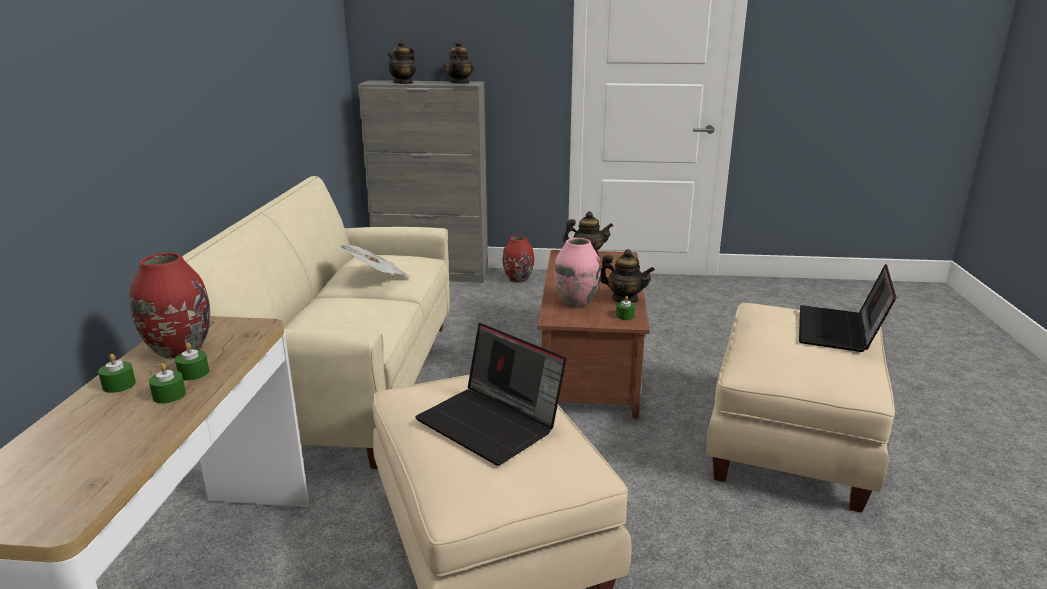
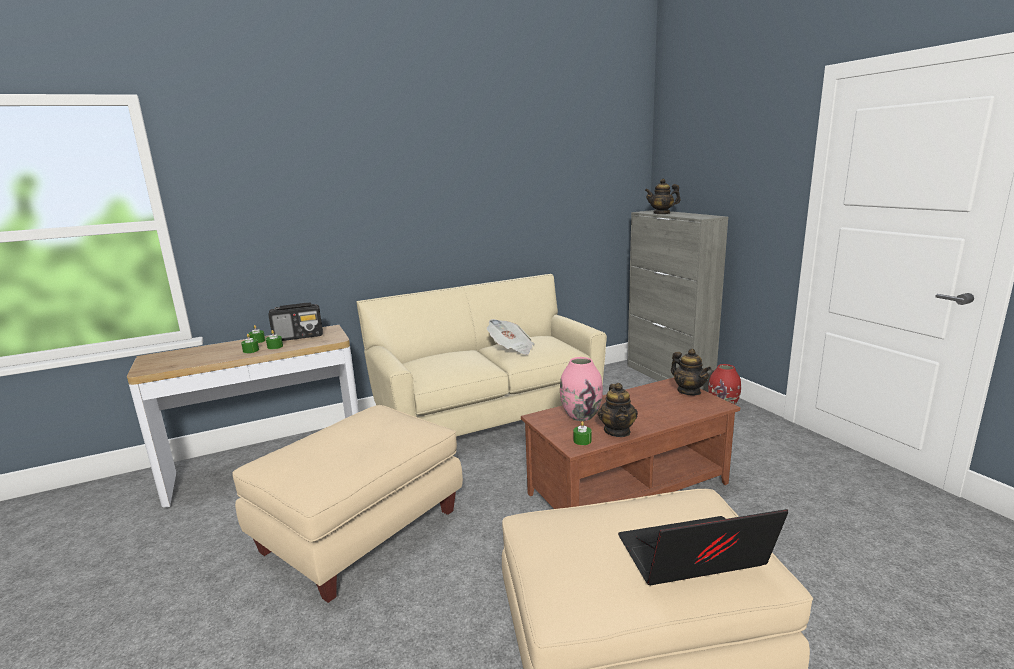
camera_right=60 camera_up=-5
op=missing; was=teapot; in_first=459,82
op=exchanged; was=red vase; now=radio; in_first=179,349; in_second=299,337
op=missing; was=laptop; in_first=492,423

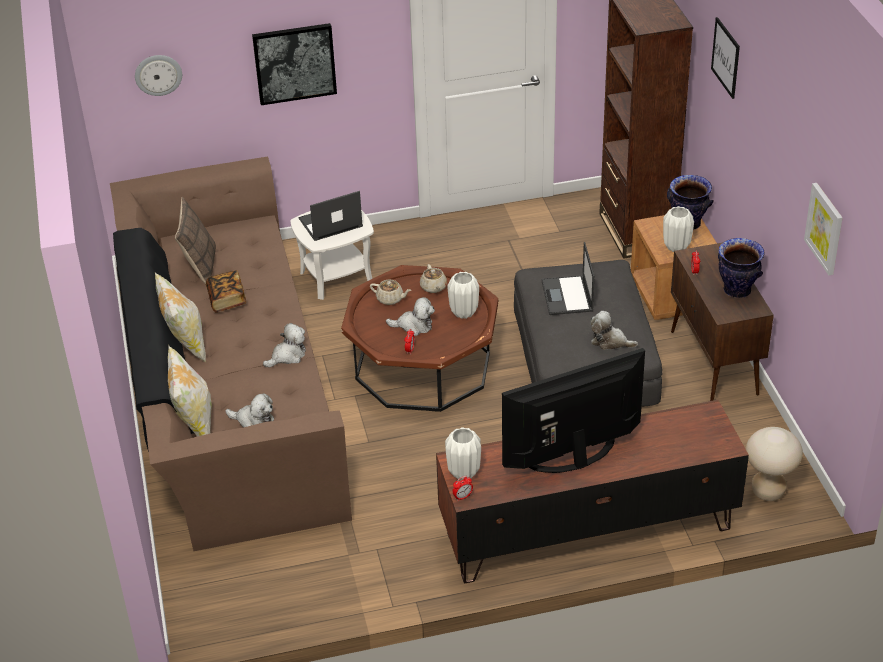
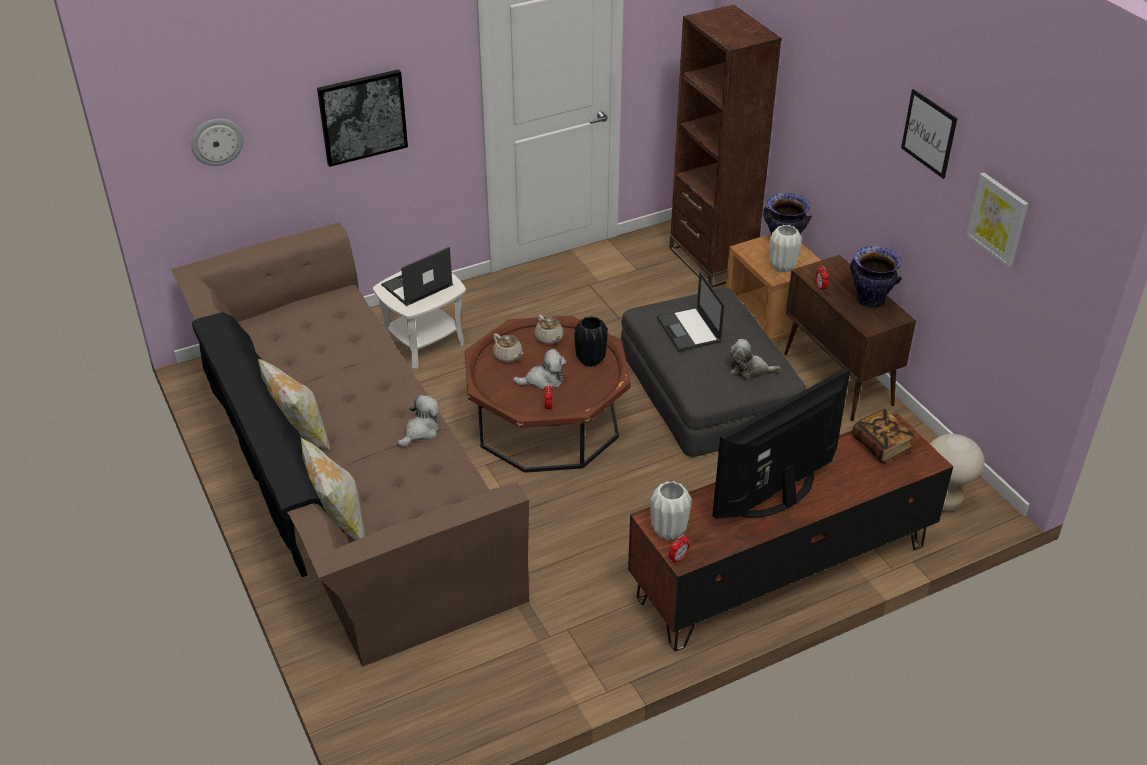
camera_right=-15 camera_up=0
op=relocated; was=picture; in_first=725,57; in_second=929,133
op=missing; was=pillow; in_first=200,267
op=relocated; was=book; in_first=227,299; in_second=881,445
op=colour; was=white vase; now=black vase; in_first=463,312; in_second=590,360
op=spun; was=beige teapot; in_first=390,299; in_second=508,356; clockwise=45
op=missing; was=plush toy; in_first=253,421

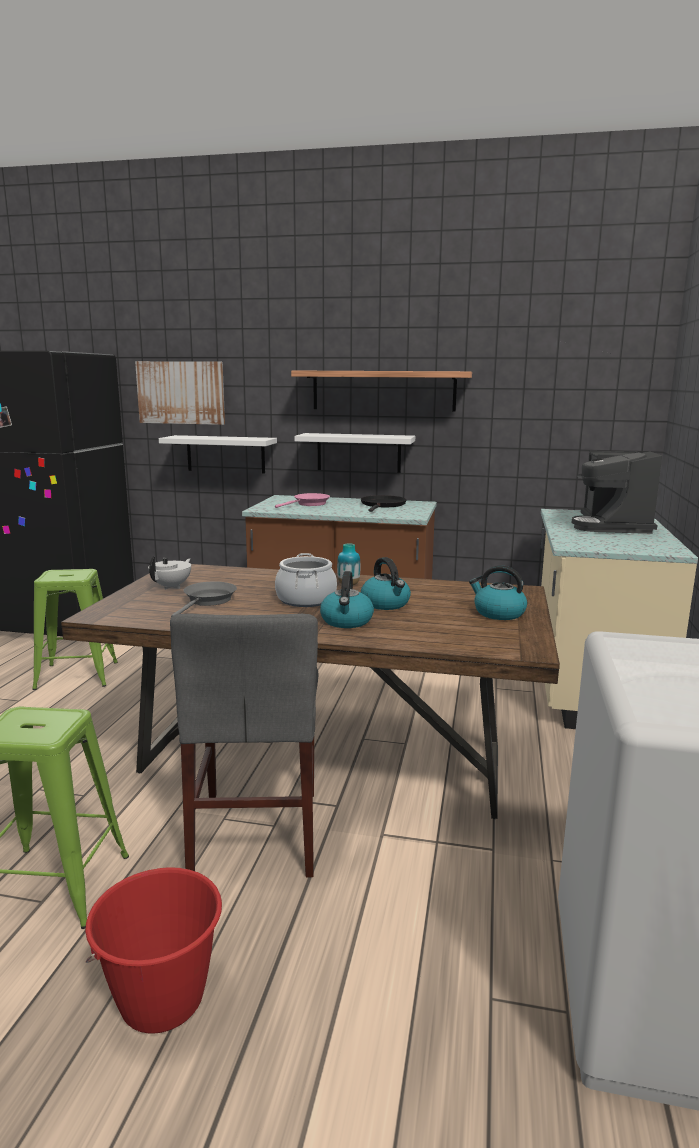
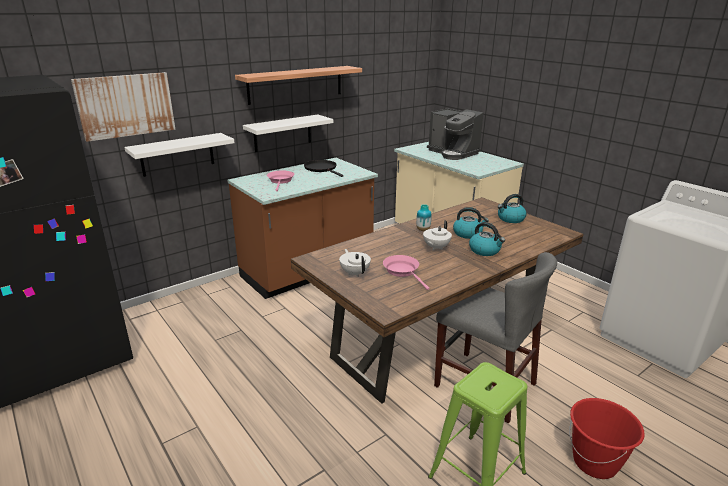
camera_right=-50 camera_up=10
op=exchanged; was=cooking pot; now=white teapot; in_first=305,600; in_second=435,247
op=missing; was=green stool; in_first=76,675
op=colour; was=grey frying pan; now=pink frying pan; in_first=208,601; in_second=403,271

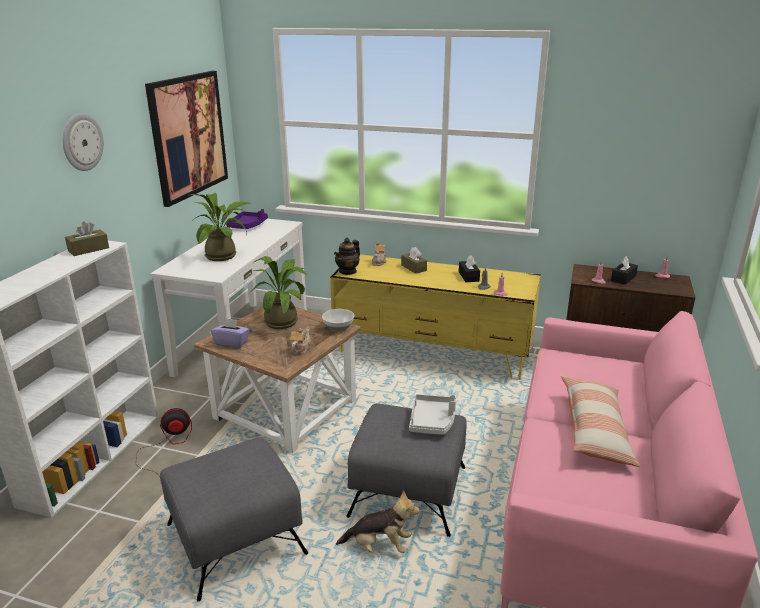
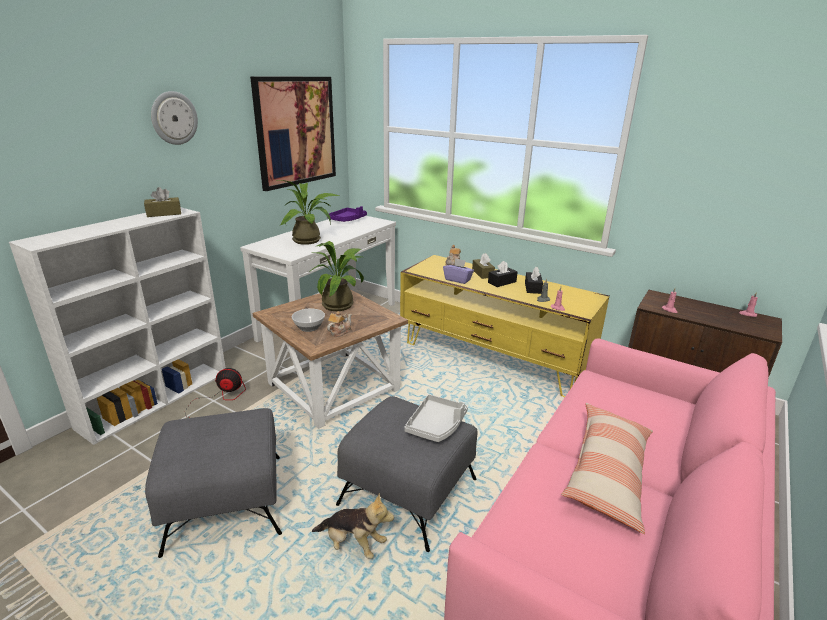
camera_right=15 camera_up=0
op=missing; was=teapot; in_first=348,271
op=relocated; was=black tissue box; in_first=623,278; in_second=502,282
op=relocated; was=bowl; in_first=338,327; in_second=308,327
op=relocated; was=purple tissue box; in_first=232,343; in_second=458,280

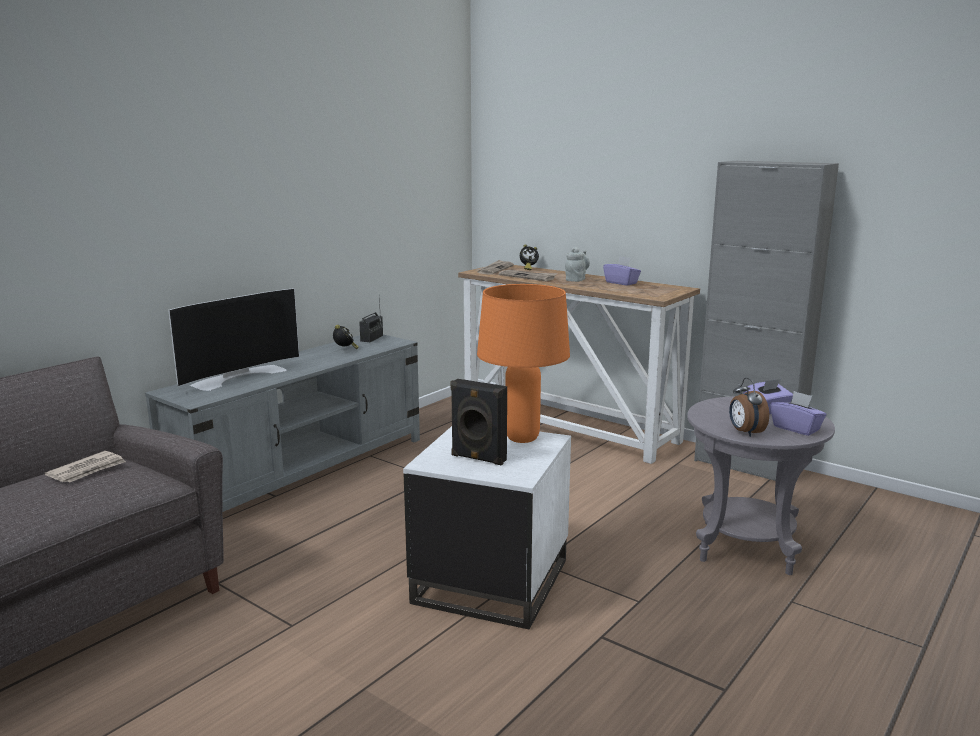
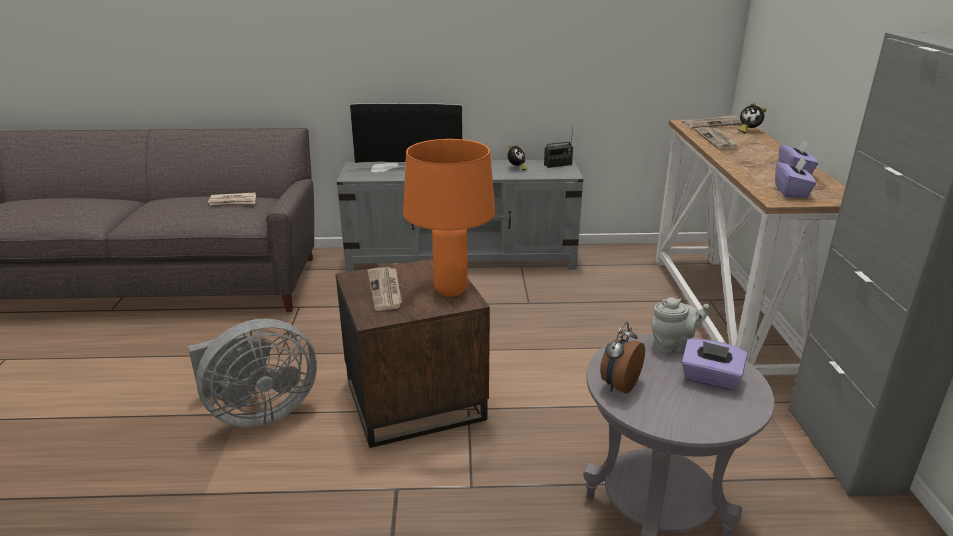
camera_right=50 camera_up=10
op=relocated; was=grey teapot; in_first=576,280; in_second=673,346
op=exchanged; was=black speaker; now=newspaper; in_first=478,458; in_second=386,290
op=relocated; was=purple tissue box; in_first=796,428; in_second=791,192
op=colour; was=white side table; now=brown side table; in_first=489,581; in_second=414,399
op=appeared; now=grey fan; in_second=258,412

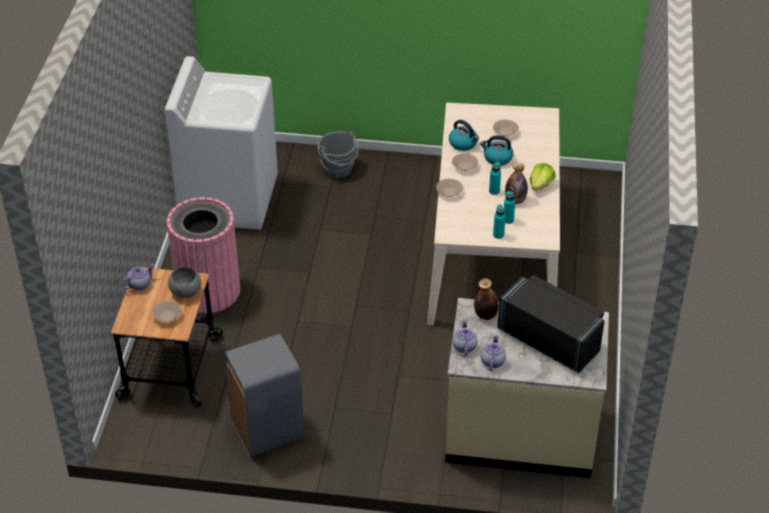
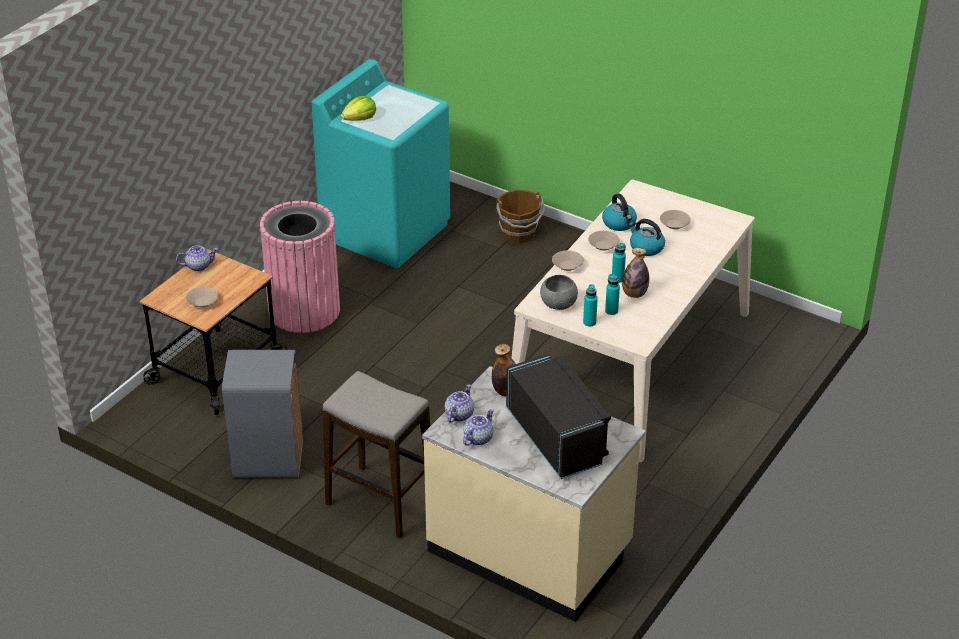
camera_right=25 camera_up=-5
op=colour; was=white washing machine; now=turquoise washing machine; in_first=229,199; in_second=386,230
op=colour; was=grey bucket; now=brown bucket; in_first=338,169; in_second=519,233
op=relocated; was=lettuce; in_first=541,185; in_second=360,119
op=relocated; was=grey bowl; in_first=186,291; in_second=558,304
op=appeared; now=stool; in_second=380,502

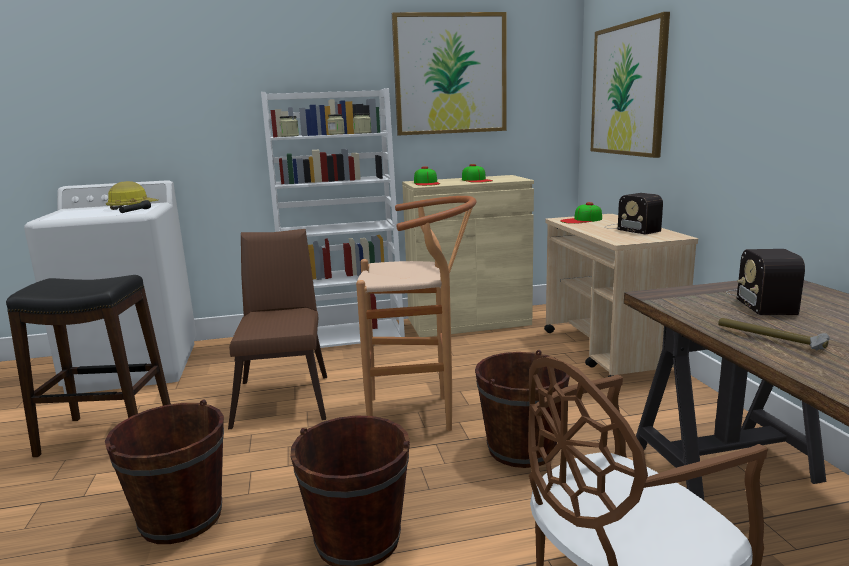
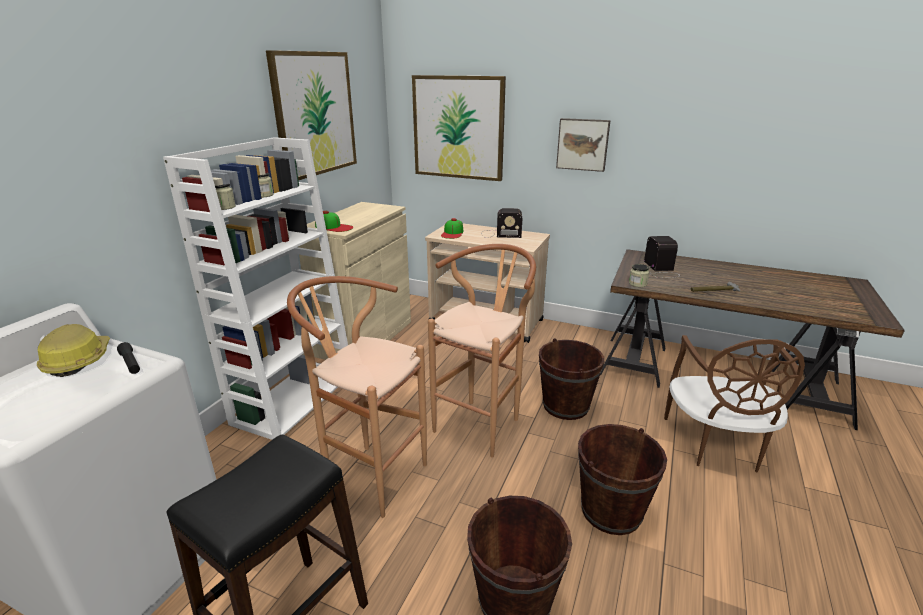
camera_right=-55 camera_up=10
op=relocated; was=jar; in_first=362,133; in_second=637,284
op=missing; was=cap; in_first=476,180
op=exchanged; was=brown chair; now=brown stool; in_first=284,396; in_second=368,474
op=spun; was=radio; in_first=762,300; in_second=660,269; clockwise=-135
op=appeared; now=picture; in_second=583,144

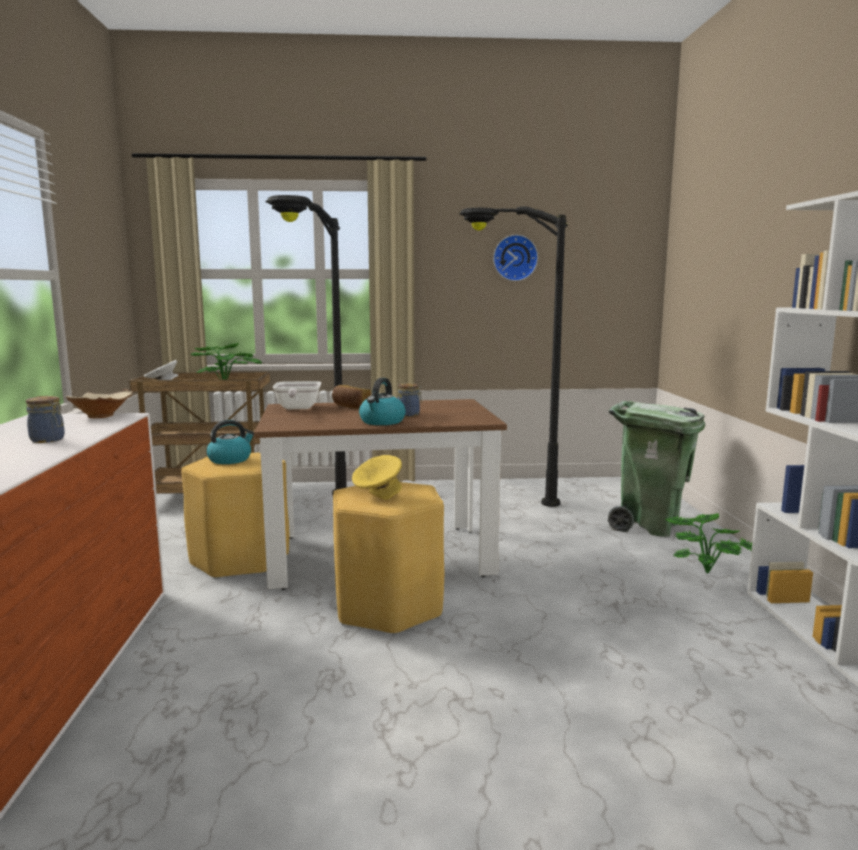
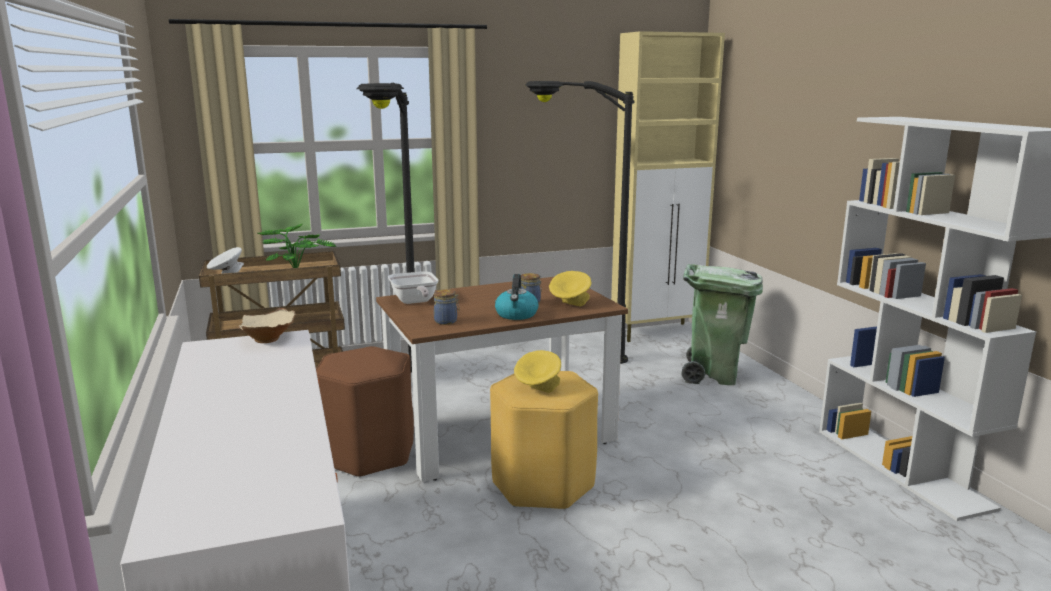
camera_right=-15 camera_up=5
op=missing; was=wall clock; in_first=515,258
op=missing; was=bread; in_first=351,406
op=relocated; was=jar; in_first=48,440; in_second=447,321
op=missing; was=kettle; in_first=230,459
op=colour; was=yellow stool; now=brown stool; in_first=240,559; in_second=368,453
op=missing; was=potted plant; in_first=708,571
op=appeared; now=beige cabinet; in_second=657,332
op=appeared; now=yellow bowl; in_second=570,304

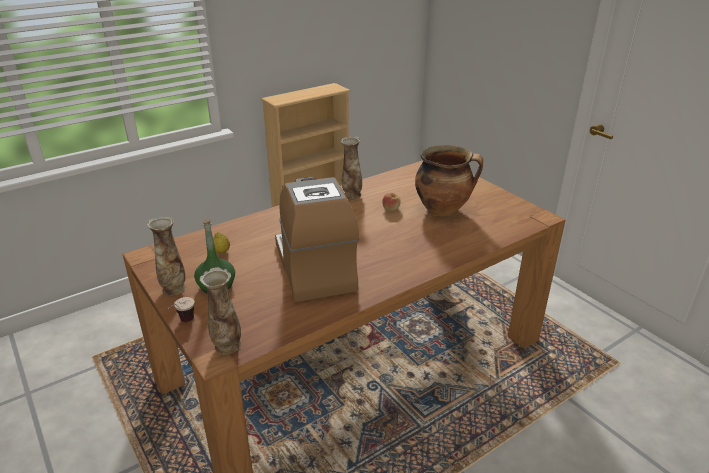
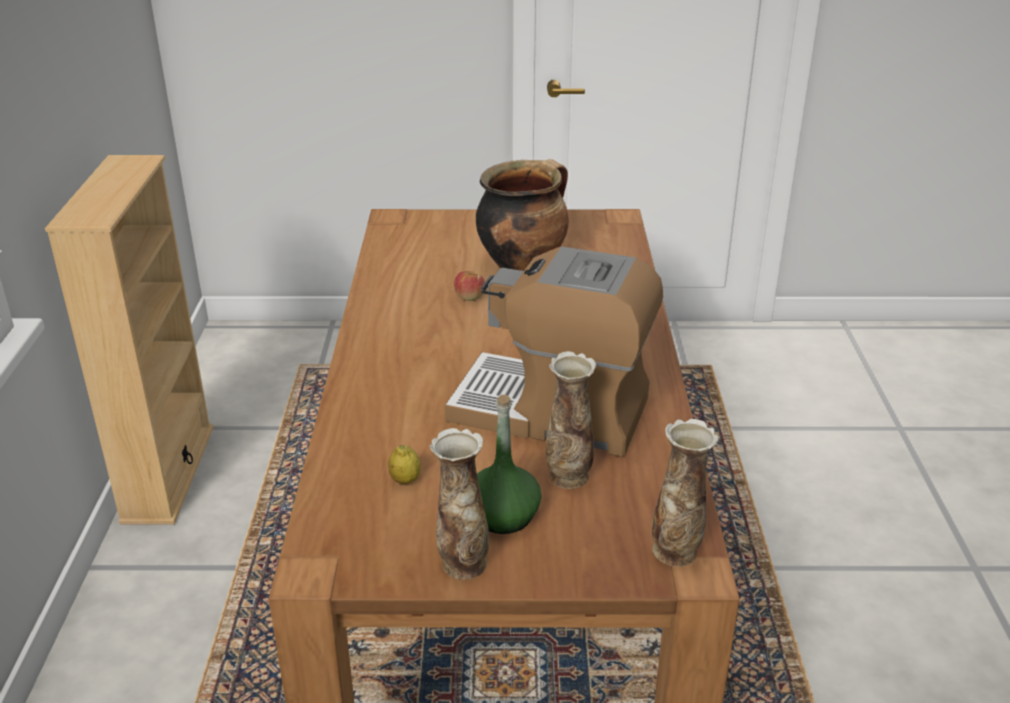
camera_right=-55 camera_up=0
op=relocated; was=vase; in_first=351,195; in_second=568,477
op=missing; was=cup; in_first=183,323

